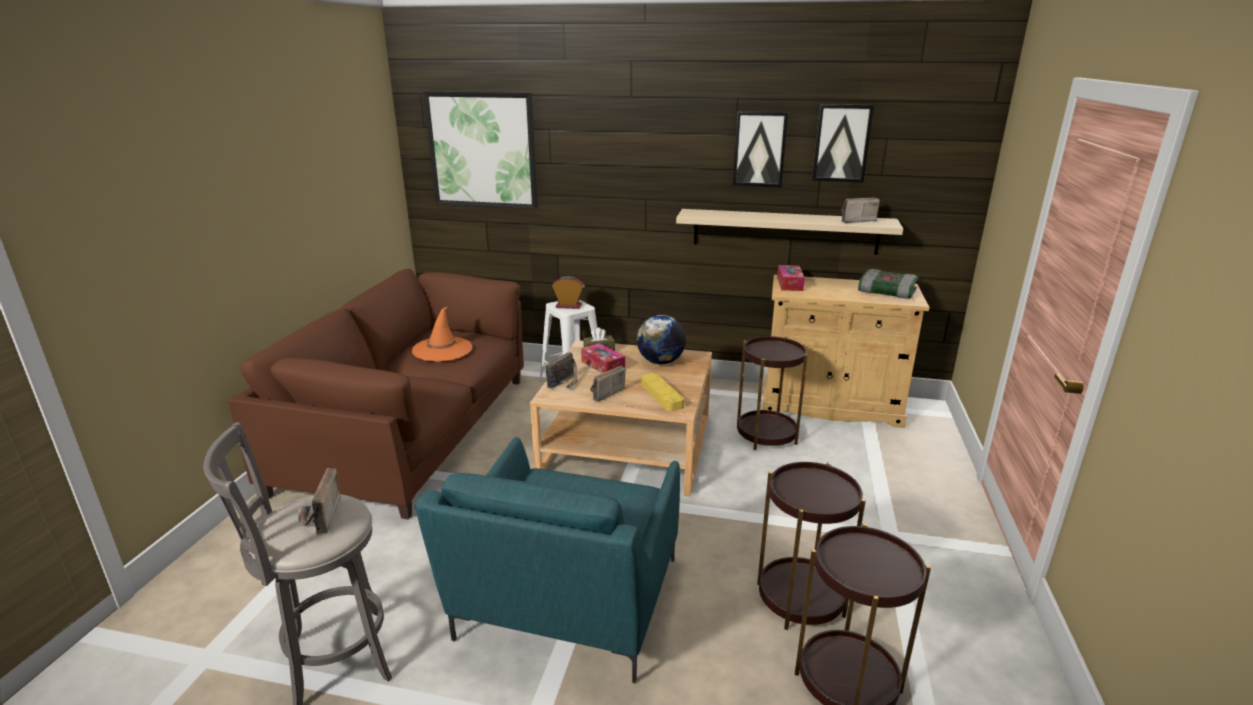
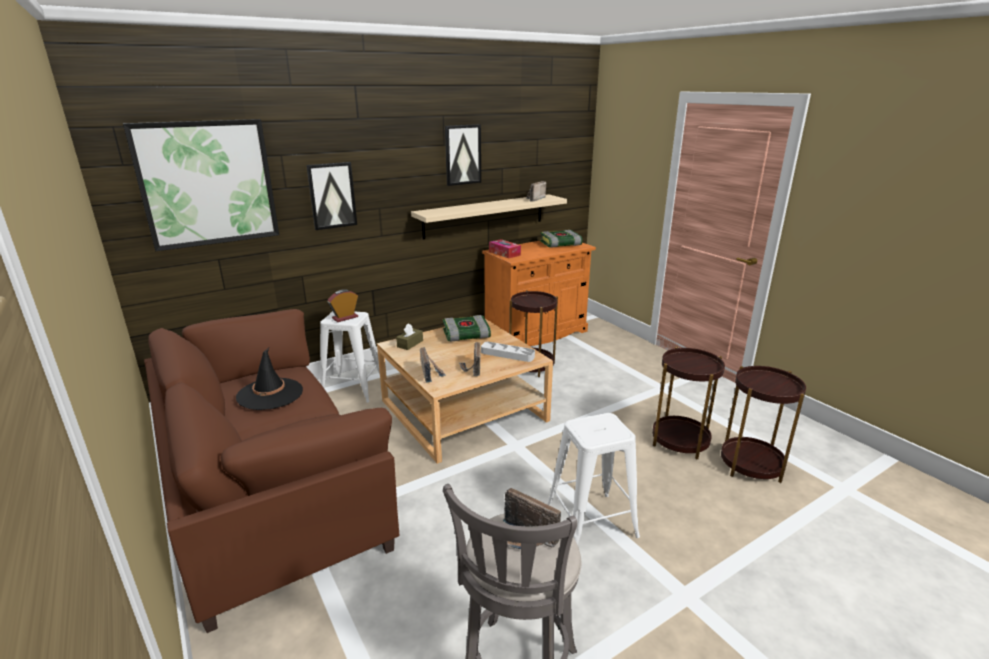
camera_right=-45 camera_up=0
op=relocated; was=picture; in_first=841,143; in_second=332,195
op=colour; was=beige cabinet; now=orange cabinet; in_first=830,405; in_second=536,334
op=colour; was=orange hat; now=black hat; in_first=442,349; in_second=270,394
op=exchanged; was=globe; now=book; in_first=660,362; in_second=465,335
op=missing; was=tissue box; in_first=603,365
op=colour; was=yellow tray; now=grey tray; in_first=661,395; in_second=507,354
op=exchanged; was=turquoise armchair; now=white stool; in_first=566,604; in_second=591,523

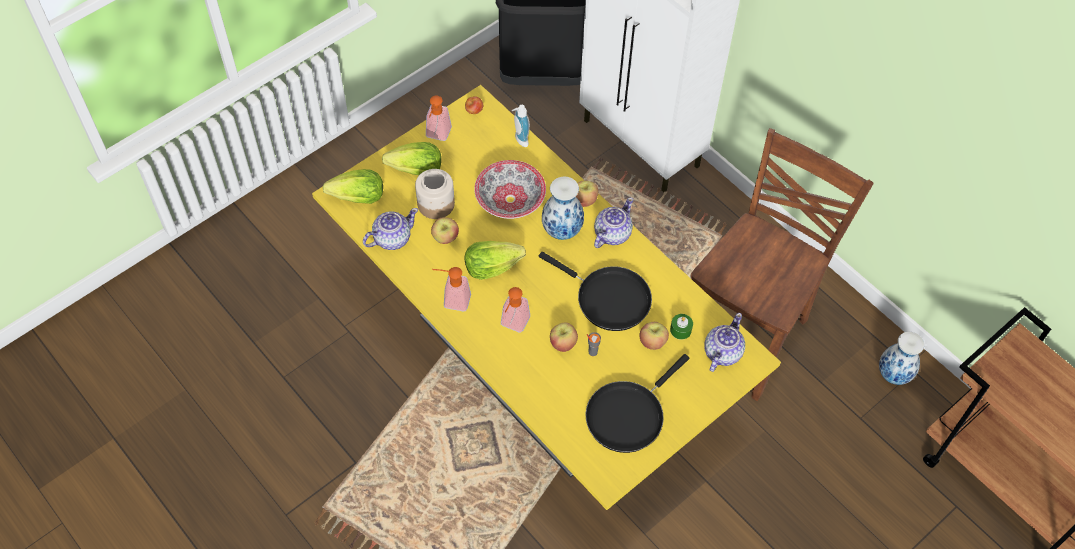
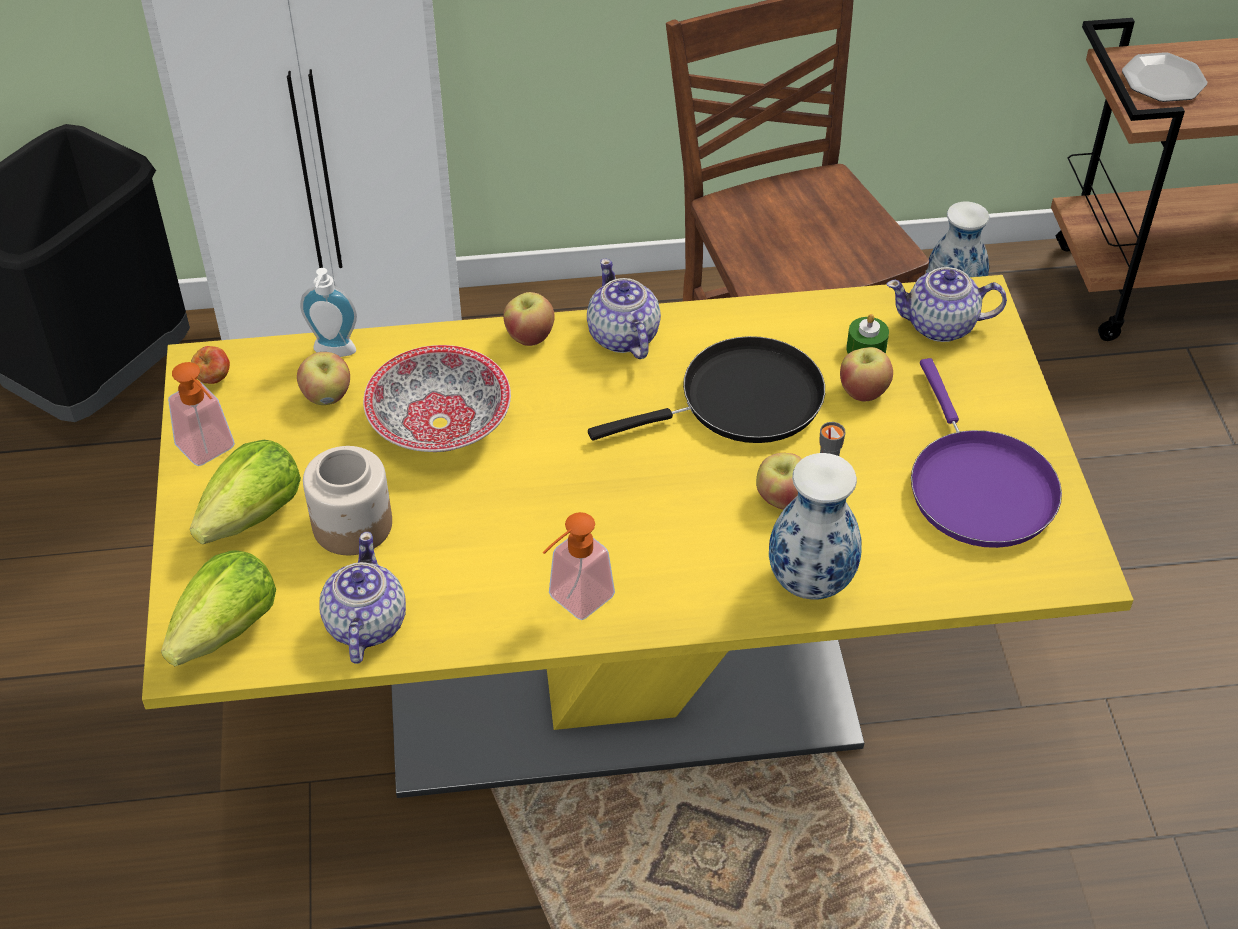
camera_right=-55 camera_up=-10
op=relocated; was=vase; in_first=562,231; in_second=812,583
op=relocated; was=apple; in_first=445,238; in_second=327,396
op=missing; was=lettuce; in_first=491,267
op=missing; was=soap dispenser; in_first=513,325
op=spun; was=teapot; in_first=721,352; in_second=941,326; clockwise=-60
op=colour; was=black frying pan; now=purple frying pan; in_first=628,415; in_second=977,487
op=appeared; now=plate; in_second=1164,80

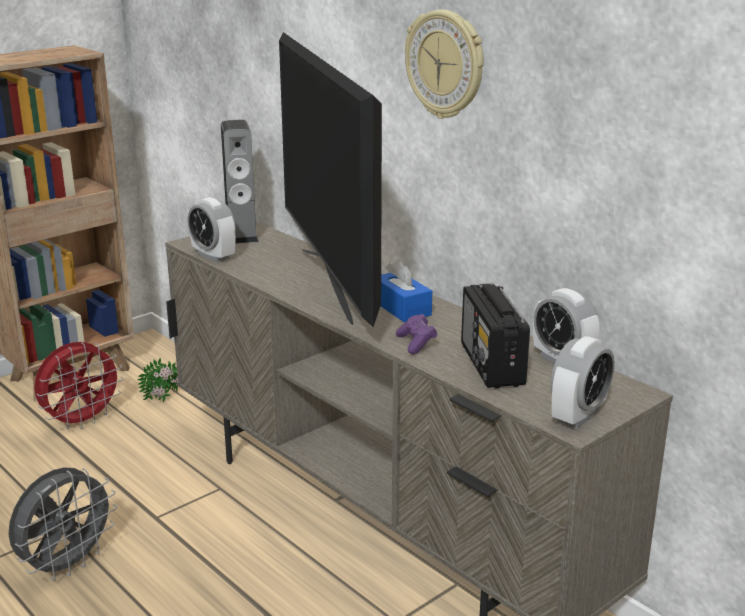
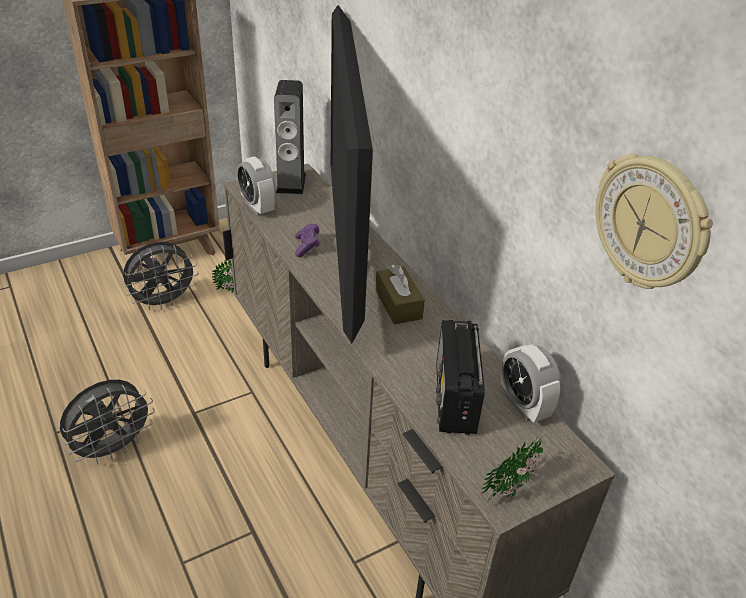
camera_right=10 camera_up=15
op=relocated; was=wall clock; in_first=445,64; in_second=650,224
op=colour; was=blue tissue box; now=brown tissue box; in_first=401,308; in_second=398,304
op=relocated; was=purple game controller; in_first=416,343; in_second=307,247
op=exchanged; was=alarm clock; now=potted plant; in_first=578,416; in_second=512,487
op=colour; was=red fan; now=grey fan; in_first=82,421; in_second=164,302

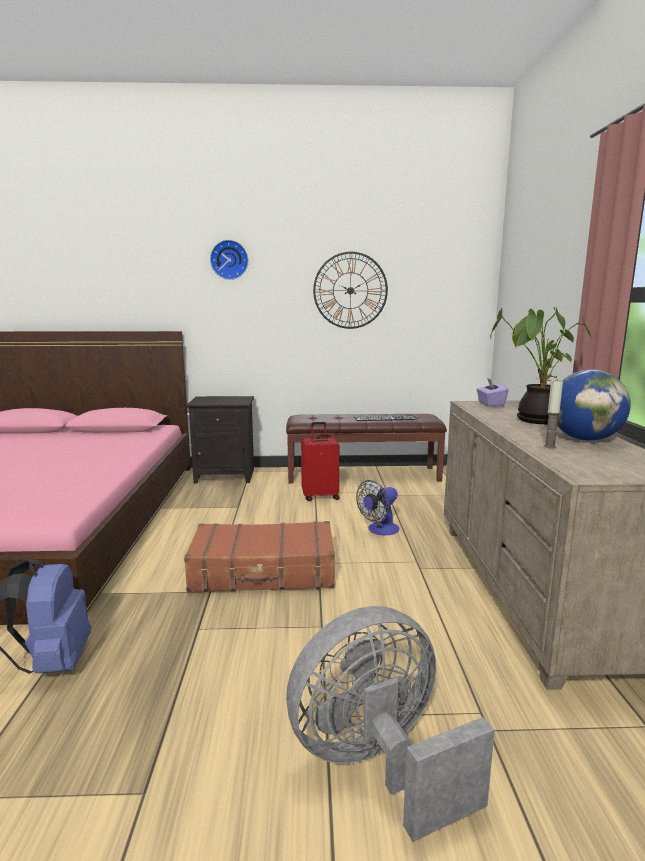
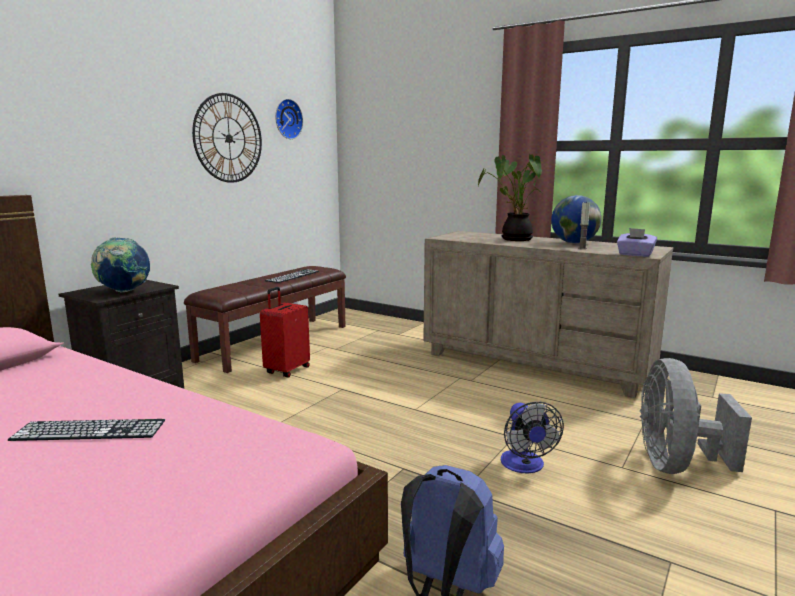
camera_right=-55 camera_up=0
op=relocated; was=wall clock; in_first=229,260; in_second=287,119
op=relocated; was=purple tissue box; in_first=490,404; in_second=635,254
op=relocated; was=fan; in_first=379,530; in_second=525,466
op=missing; was=brown suitcase; in_first=263,572
op=appeared; now=globe; in_second=124,291
op=appeared; now=keyboard; in_second=89,430

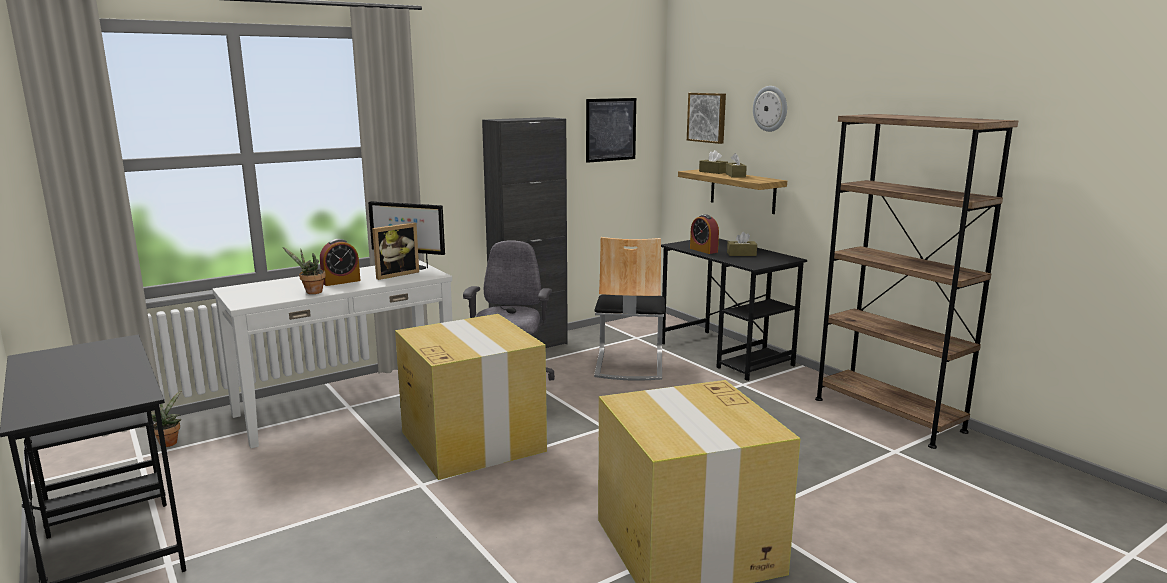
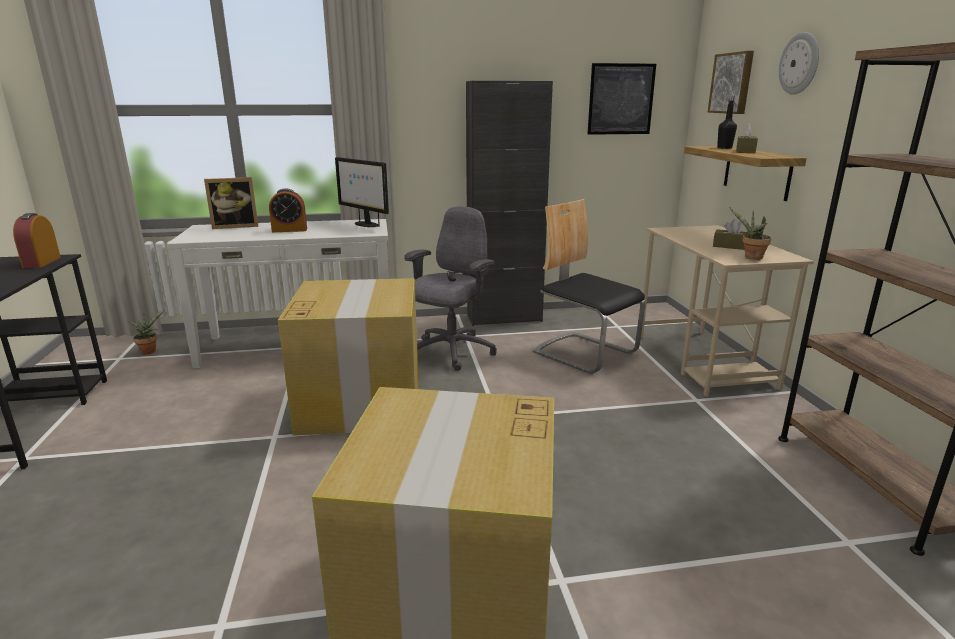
camera_right=25 camera_up=5
op=exchanged; was=brown tissue box; now=black bottle; in_first=713,172; in_second=724,148
op=relocated; was=alarm clock; in_first=703,250; in_second=42,262
op=relocated; was=picture frame; in_first=395,274; in_second=236,226
op=spun; was=chair; in_first=628,364; in_second=584,353; clockwise=105
op=colour; was=black desk; now=beige desk; in_first=726,354; in_second=704,361
op=relocated; was=potted plant; in_first=311,292; in_second=750,257

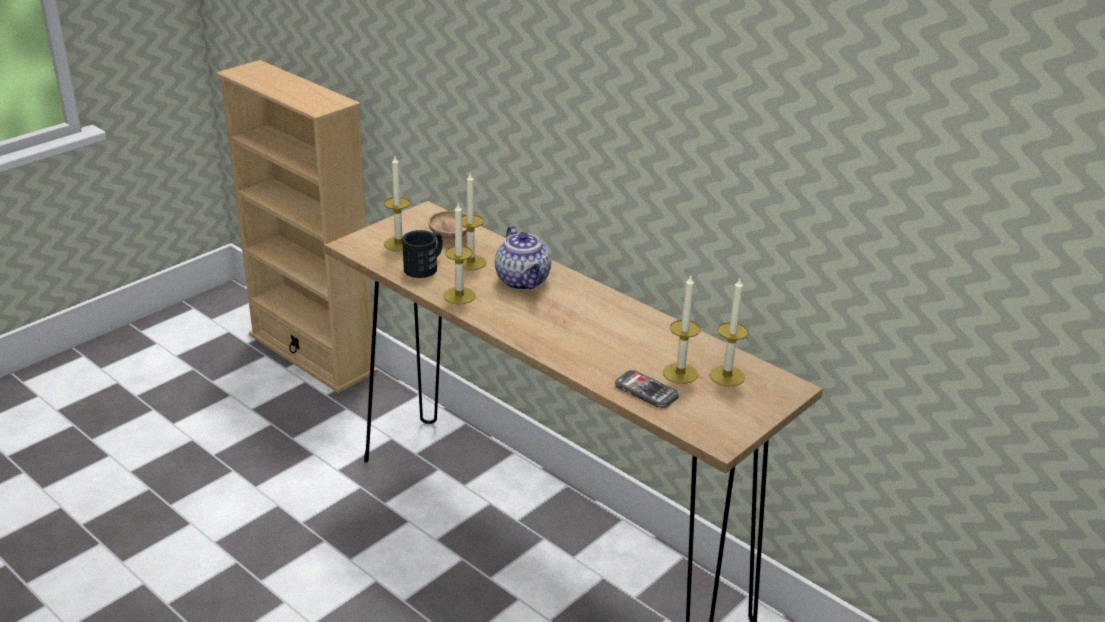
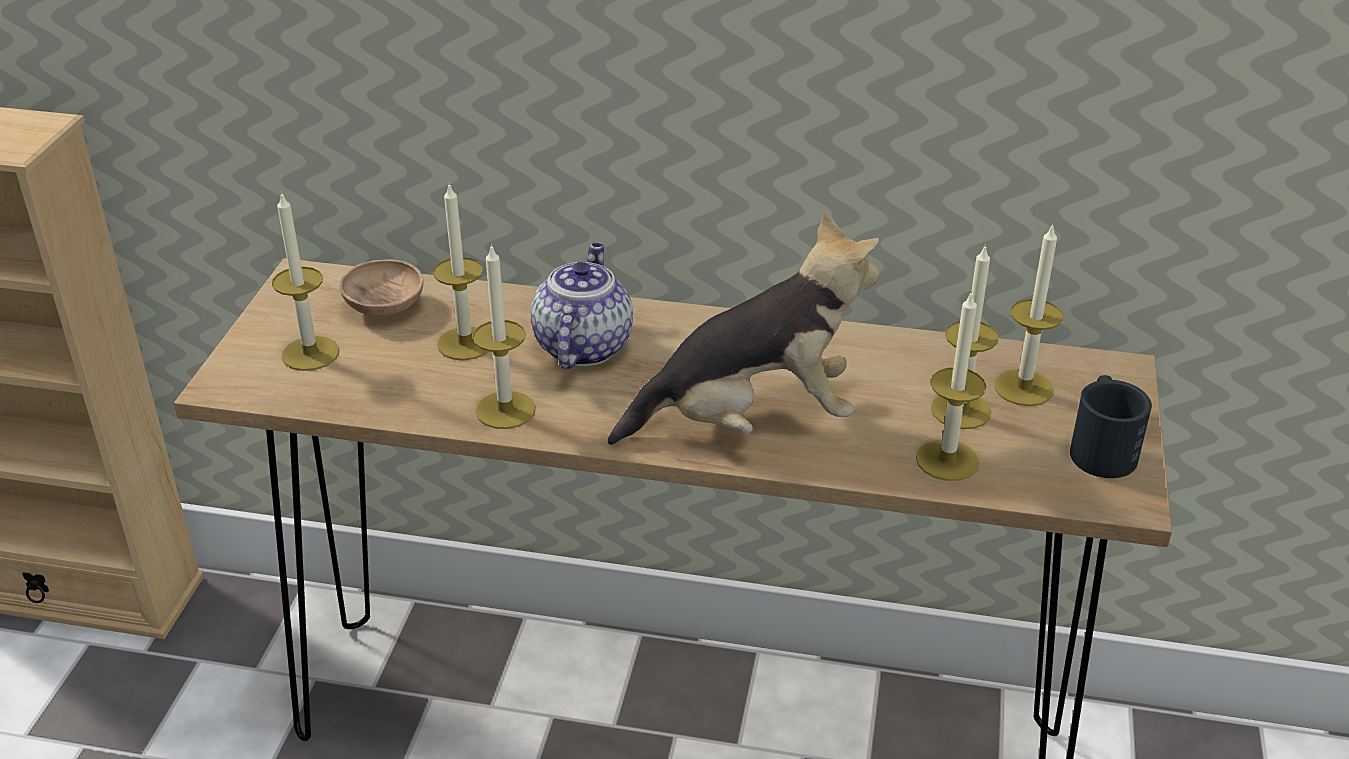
camera_right=-30 camera_up=5
op=spun; was=teapot; in_first=523,281; in_second=582,345; clockwise=-120
op=relocated; was=black mug; in_first=425,266; in_second=1101,446
op=exchanged; was=phone; now=candle; in_first=646,391; in_second=947,460
op=appeared; now=plush toy; in_second=751,420

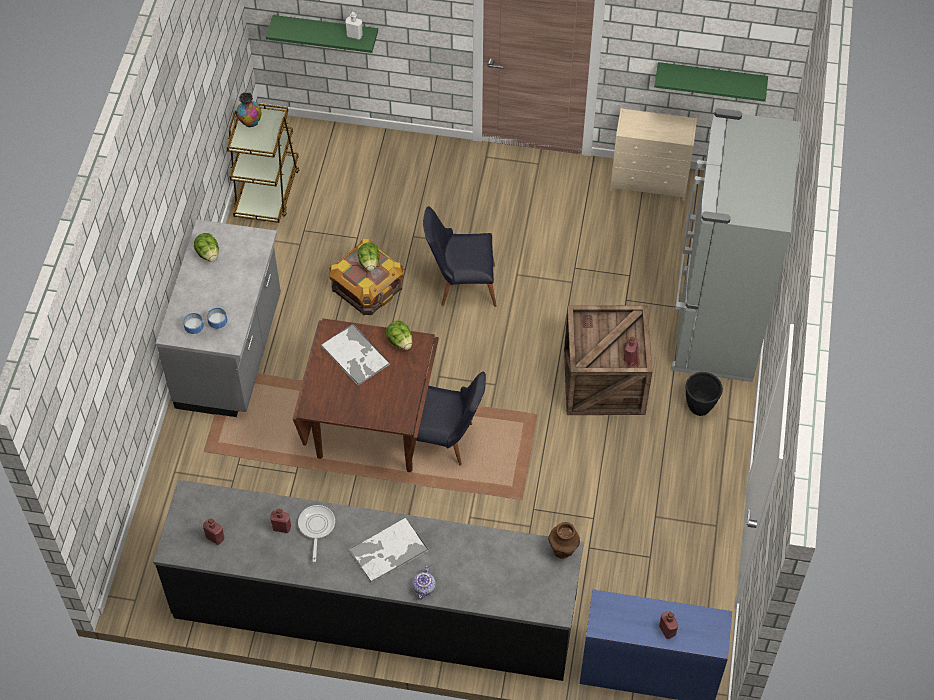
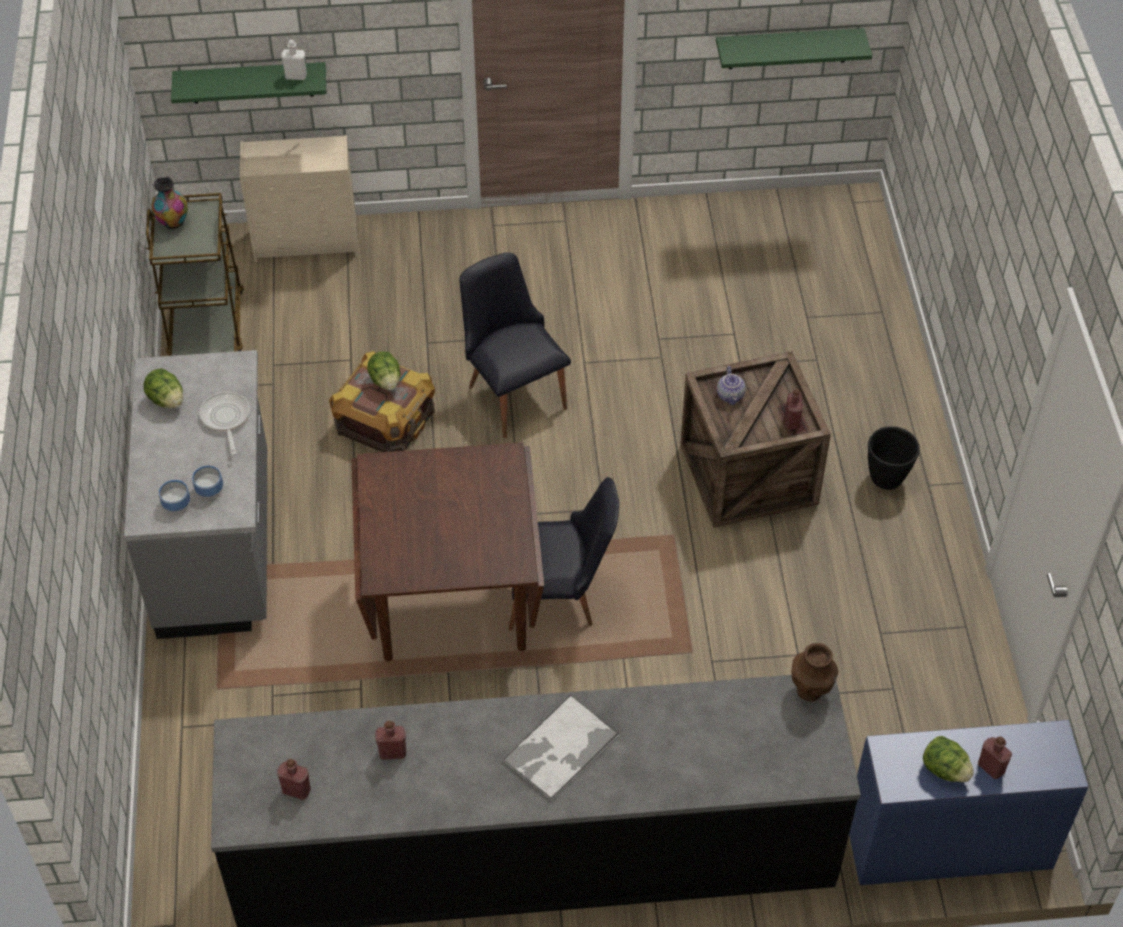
camera_right=-15 camera_up=-5
op=relocated; was=beige dresser; in_first=650,182; in_second=307,241
op=missing; was=grey fridge; in_first=714,326
op=spun; was=black chair; in_first=460,285; in_second=512,391; clockwise=75
op=relocated; was=lettuce; in_first=400,341; in_second=944,769
op=missing; was=tray; in_first=356,355
op=relocated; was=frying pan; in_first=316,527; in_second=226,419
op=relocated; was=teapot; in_first=424,588; in_second=731,396

